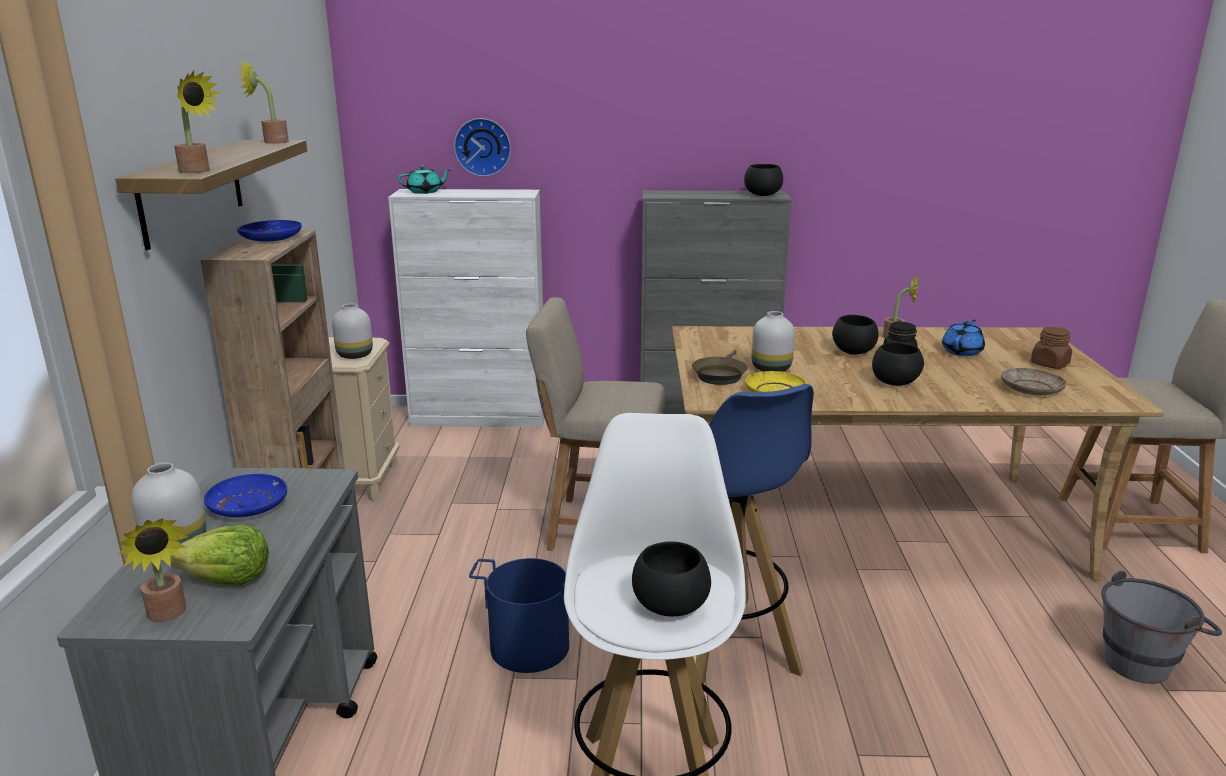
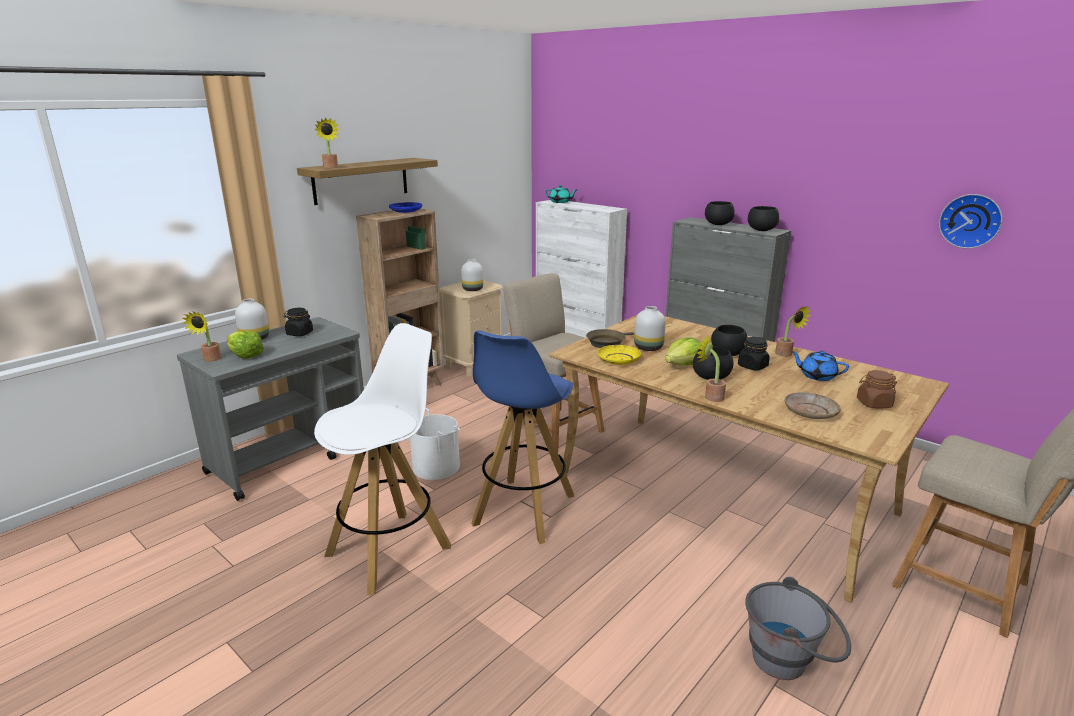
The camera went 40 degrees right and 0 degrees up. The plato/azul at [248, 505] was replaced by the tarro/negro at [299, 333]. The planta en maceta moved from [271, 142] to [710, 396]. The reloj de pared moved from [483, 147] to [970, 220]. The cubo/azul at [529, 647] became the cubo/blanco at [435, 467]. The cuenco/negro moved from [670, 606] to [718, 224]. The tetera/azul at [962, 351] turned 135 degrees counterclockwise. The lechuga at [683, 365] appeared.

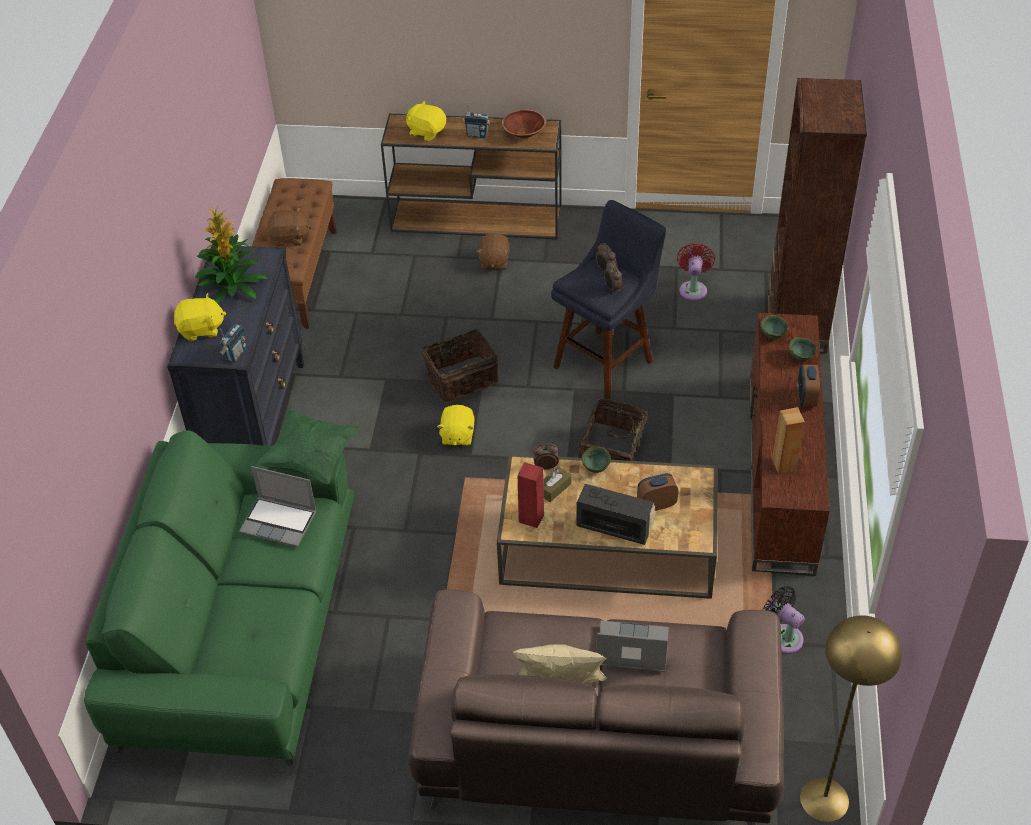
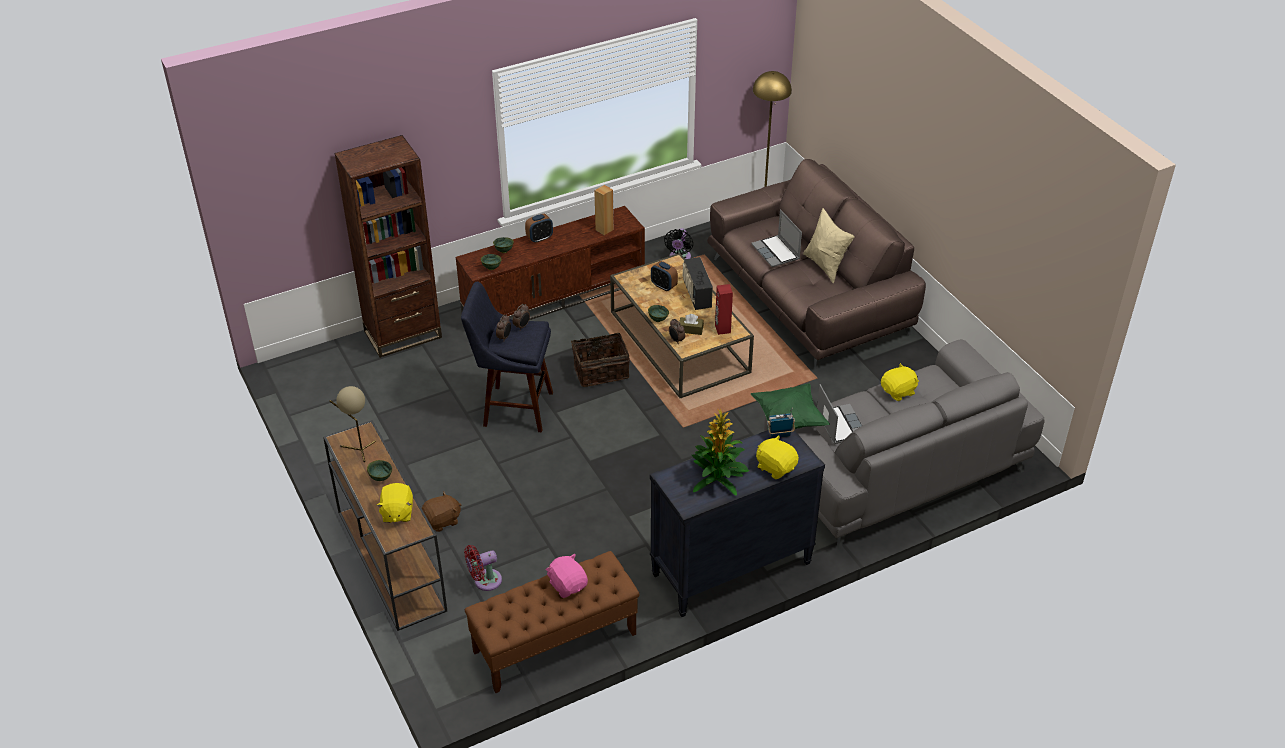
The camera went 125 degrees left and 5 degrees down. The sofá/verde at [241, 628] became the sofá/gris at [895, 468]. The peluche/marrón at [290, 238] became the peluche/rosa at [568, 585]. The cesta at [461, 378] disappeared. The peluche/amarillo moved from [457, 435] to [898, 392]. The radio at [477, 135] was replaced by the cuenco/verde at [380, 477]. The cuenco/marrón at [524, 133] was replaced by the lámpara de mesa/beis at [358, 449]. The ventilador/rojo moved from [693, 288] to [485, 581].

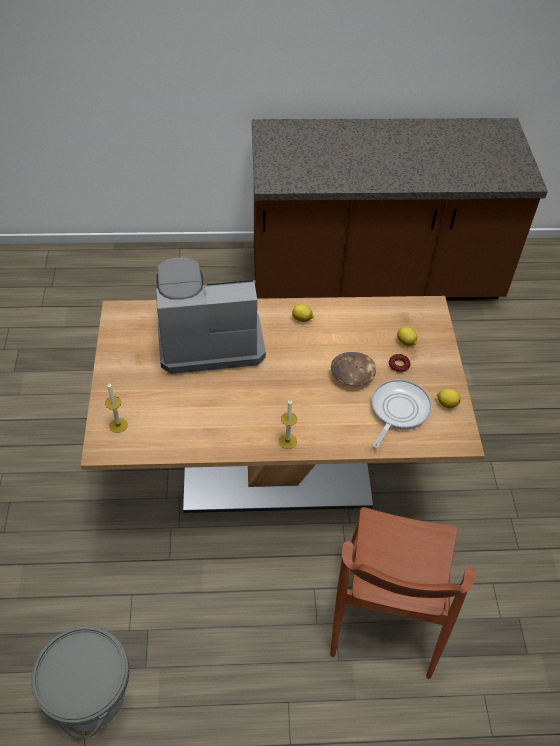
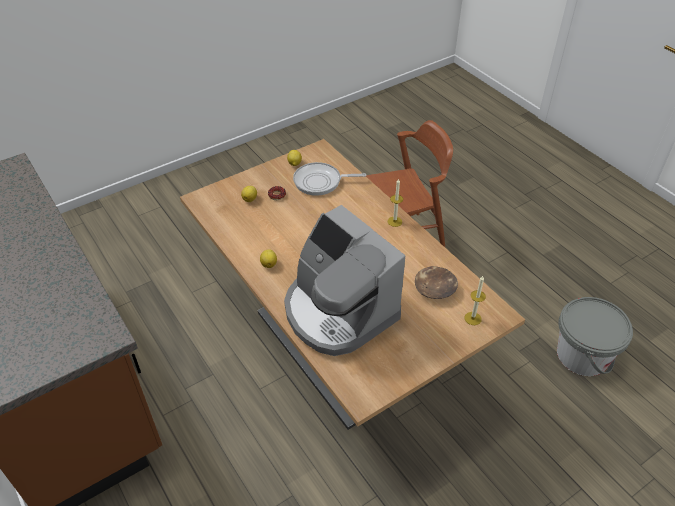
The camera went 120 degrees left and 5 degrees down. The cuenco/marrón moved from [352, 375] to [435, 288].

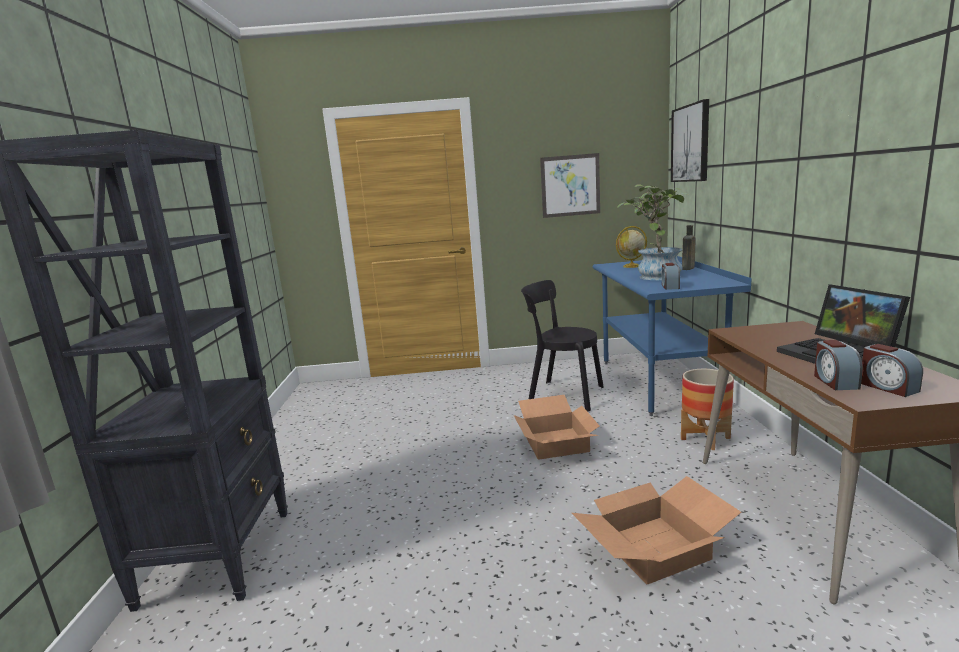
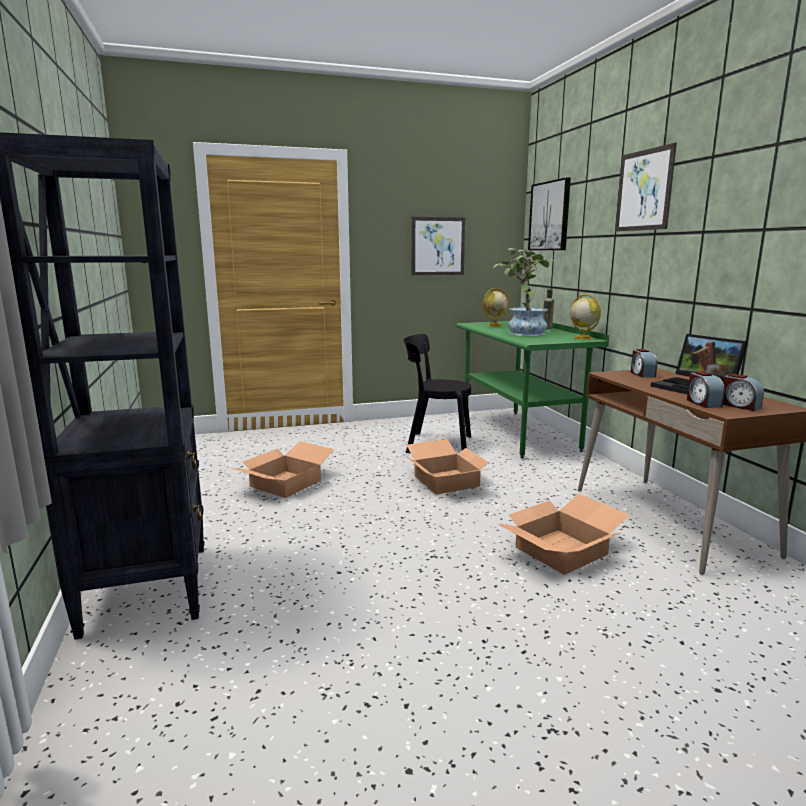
The camera went 15 degrees left and 0 degrees up. The escritorio/azul at [658, 383] became the escritorio/verde at [518, 433]. The despertador moved from [670, 286] to [642, 374]. The maceta at [705, 439] disappeared. The caja de cartón at [285, 484] appeared. The globo terráqueo at [582, 338] appeared. The cuadro at [644, 190] appeared.

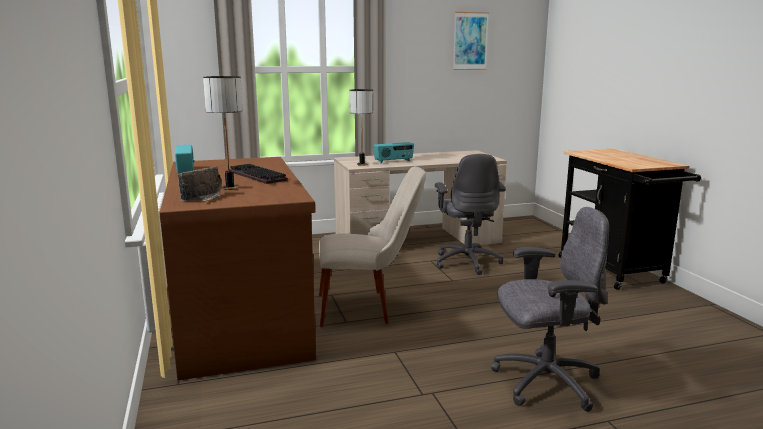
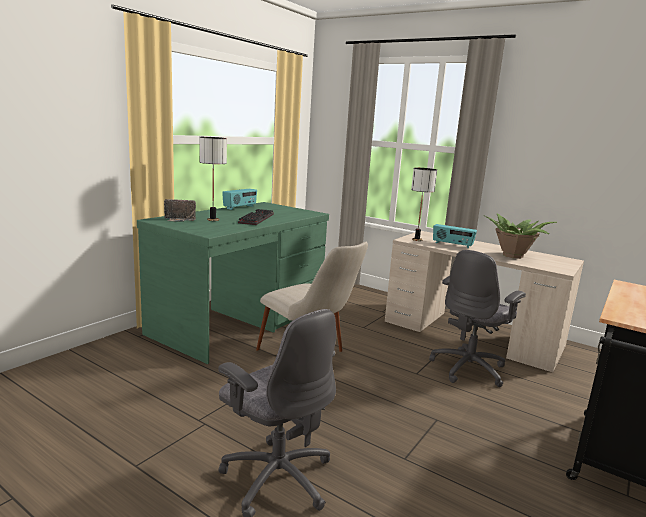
The camera went 50 degrees right and 0 degrees up. The escritorio/marrón at [242, 315] became the escritorio/verde at [240, 321]. The cuadro at [470, 41] disappeared. The planta en maceta at [513, 256] appeared.

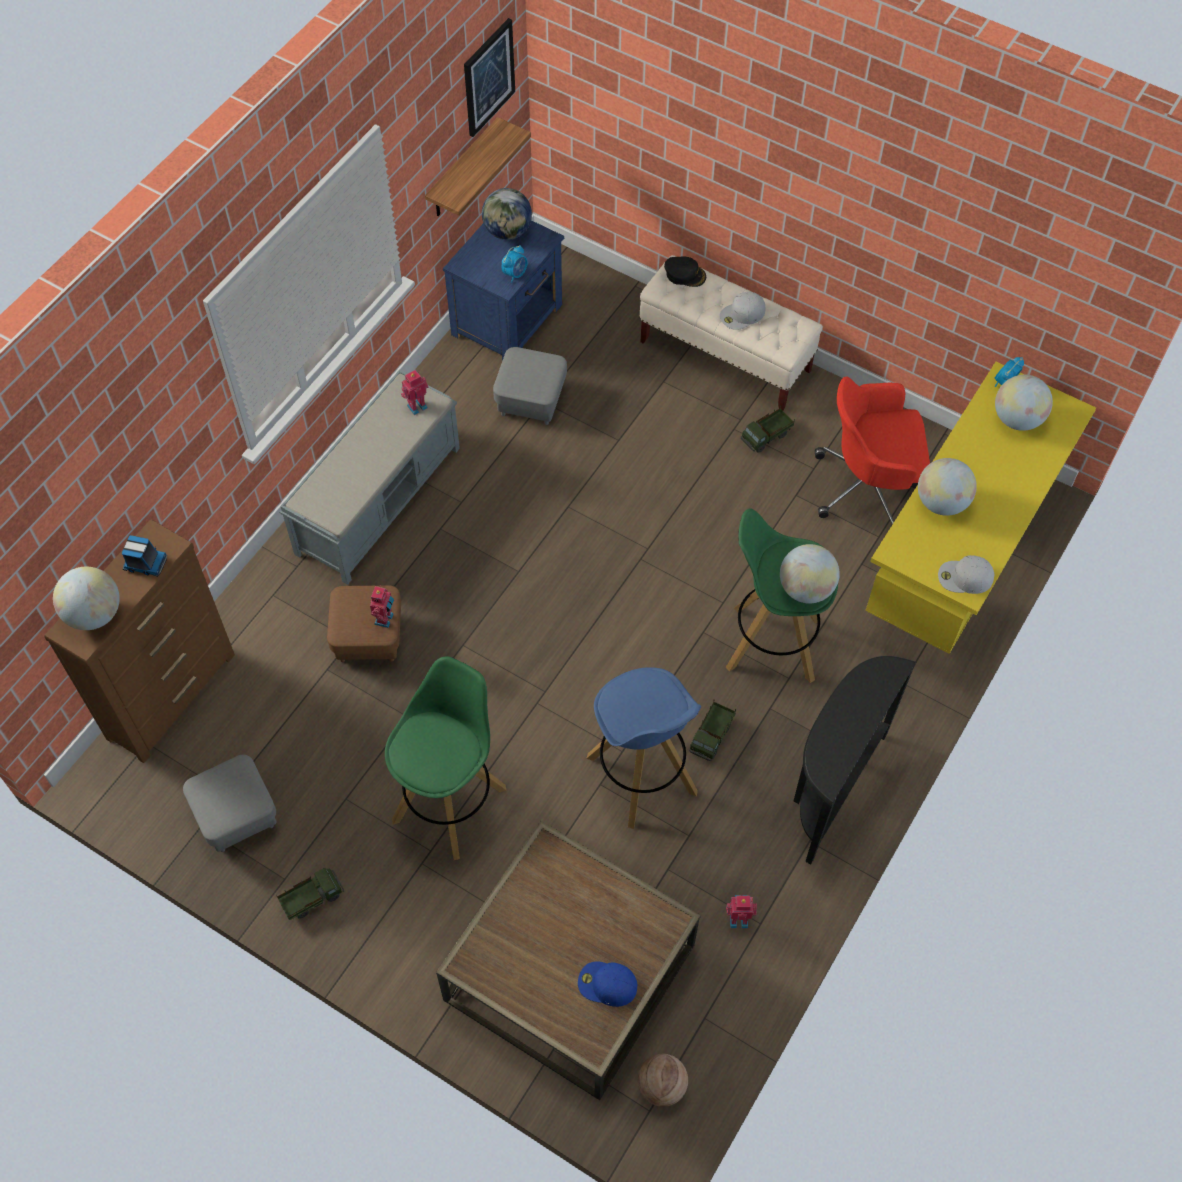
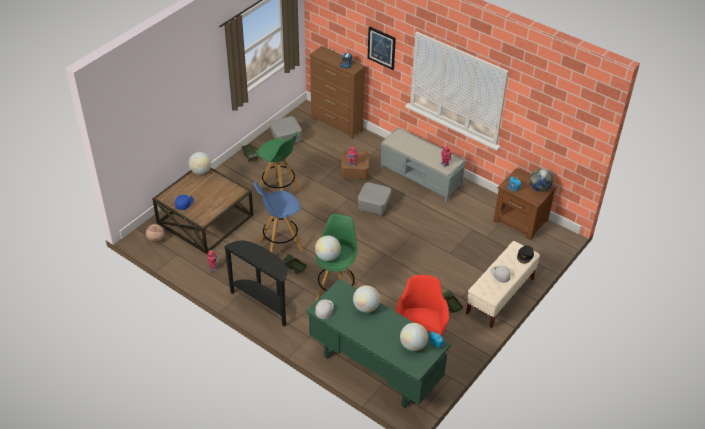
The camera went 95 degrees right and 15 degrees down. The globo terráqueo moved from [94, 614] to [201, 171]. The estante at [462, 170] disappeared. The mesita de noche/azul at [508, 319] became the mesita de noche/marrón at [520, 221]. The cuadro moved from [488, 77] to [381, 47]. The puf/gris moved from [531, 401] to [374, 207]. The escritorio/amarillo at [959, 558] became the escritorio/verde at [374, 369].

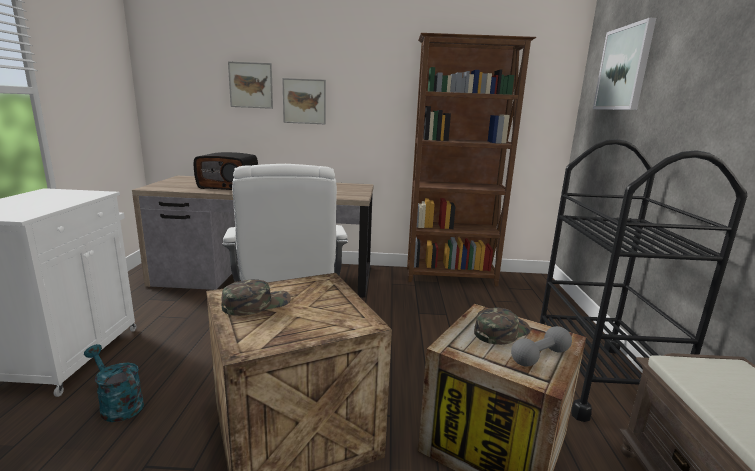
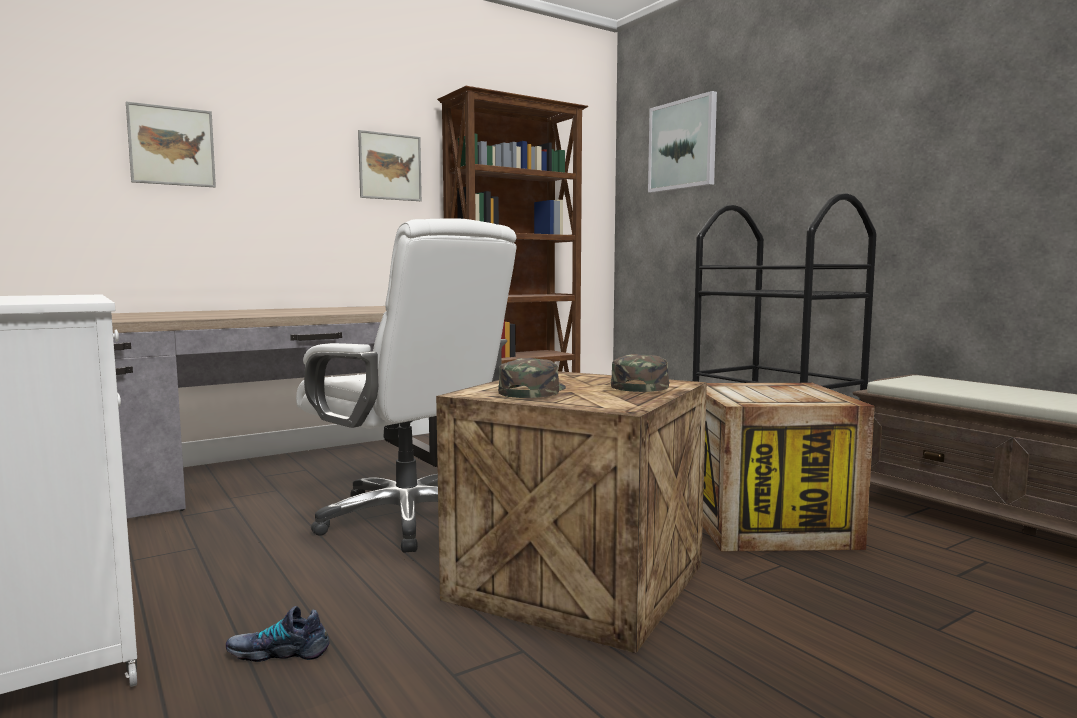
The camera went 35 degrees left and 10 degrees down. The regadera/turquesa at [118, 405] was replaced by the zapato at [279, 652]. The radio at [229, 186] disappeared. The cuadro moved from [304, 101] to [390, 167]. The gorra/verde moved from [501, 331] to [640, 386]. The mancuerna/gris at [540, 357] disappeared.

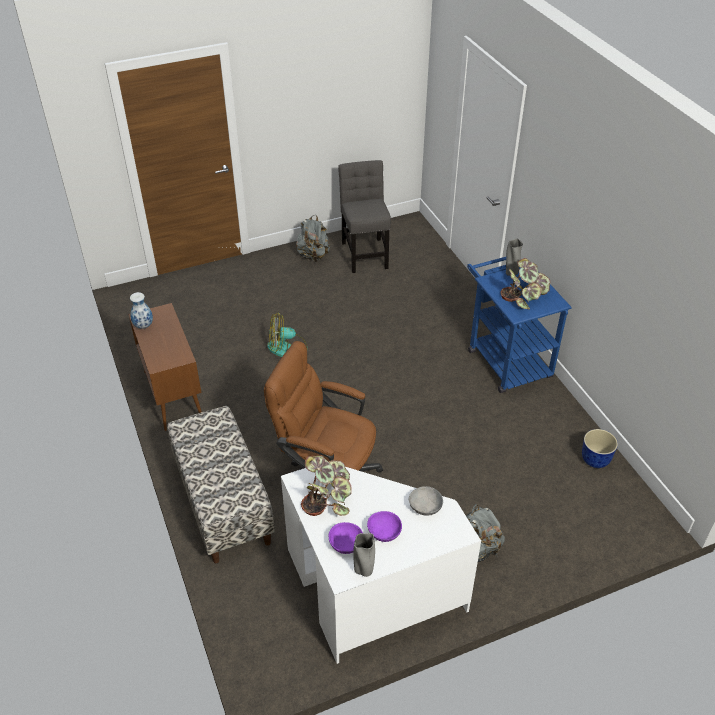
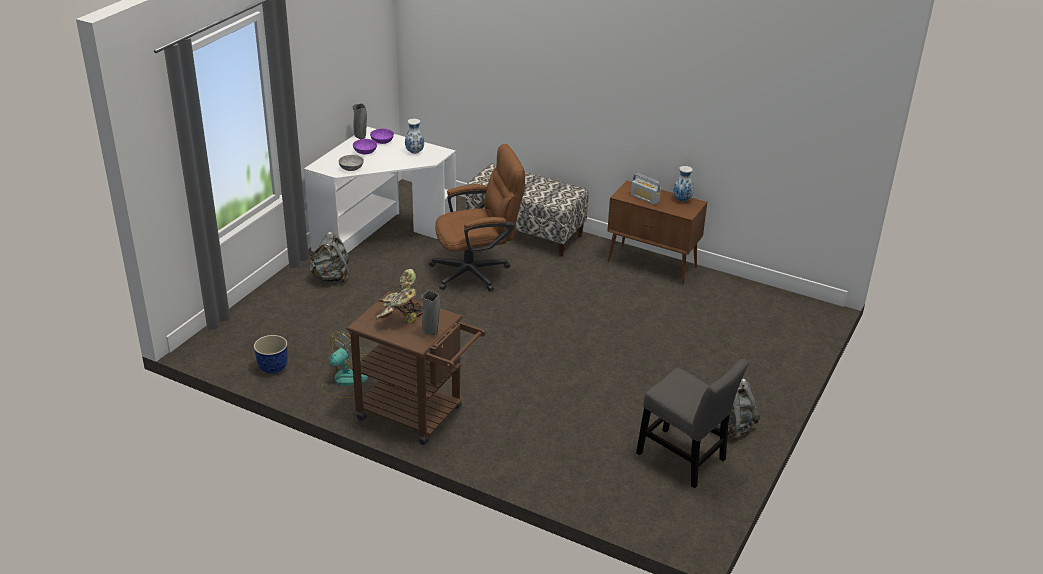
The camera went 140 degrees right and 10 degrees down. The ventilador moved from [287, 348] to [344, 382]. The planta en maceta at [328, 497] was replaced by the florero at [415, 152]. The carrito/azul at [505, 359] became the carrito/marrón at [418, 415]. The radio at [645, 198] appeared.

